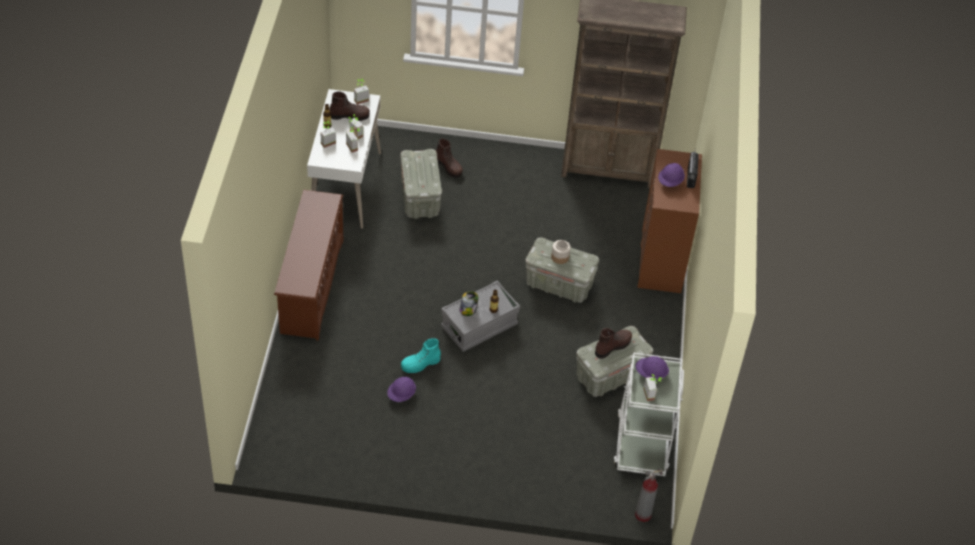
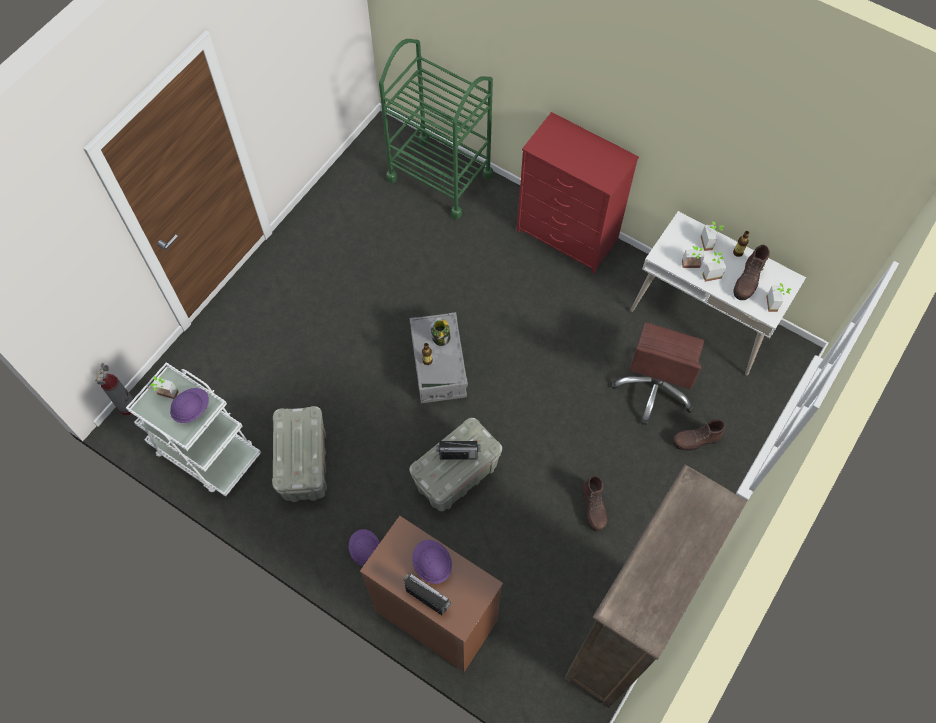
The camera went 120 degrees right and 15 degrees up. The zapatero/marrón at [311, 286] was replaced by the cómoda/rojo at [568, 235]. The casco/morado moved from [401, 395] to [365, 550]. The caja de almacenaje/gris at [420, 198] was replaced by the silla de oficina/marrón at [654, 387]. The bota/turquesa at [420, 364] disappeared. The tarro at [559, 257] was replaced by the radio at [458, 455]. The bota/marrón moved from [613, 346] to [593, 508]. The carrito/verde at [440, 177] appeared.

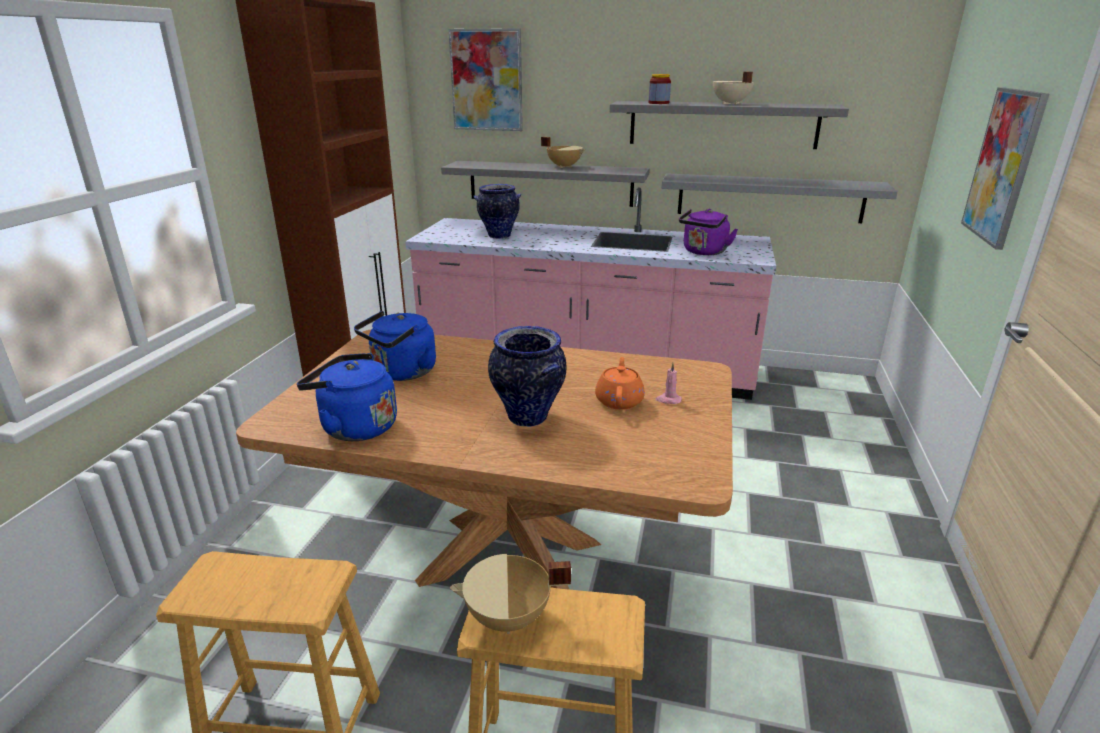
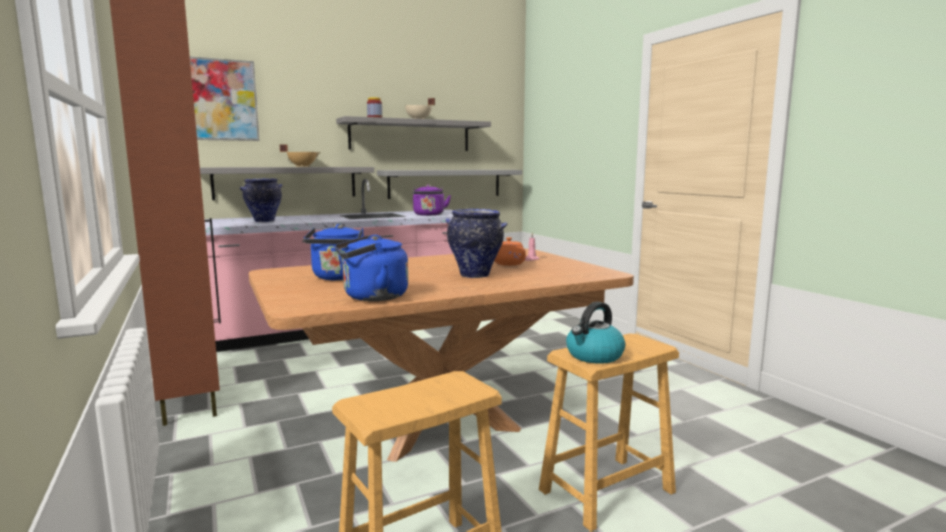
The camera went 40 degrees left and 15 degrees down. The olla/beis at [508, 619] was replaced by the hervidor at [594, 356]. The cuadro at [1003, 166] disappeared.

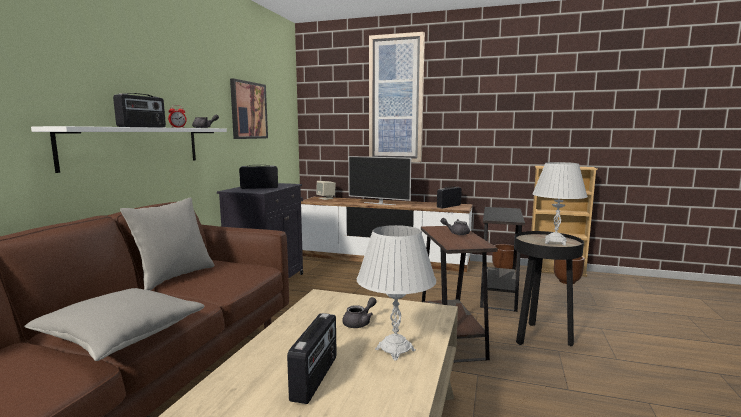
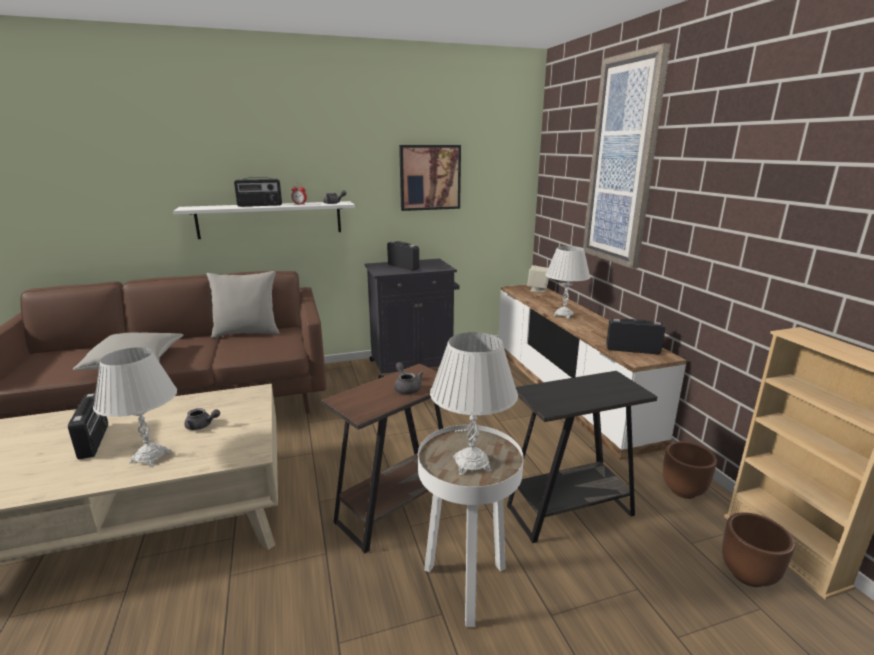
The camera went 55 degrees right and 10 degrees up. The radio at [316, 378] turned 90 degrees counterclockwise. The televisor at [379, 203] was replaced by the lámpara de mesa/blanco at [564, 315]. The mesa auxiliar/negro at [540, 338] became the mesa auxiliar/blanco at [466, 586].

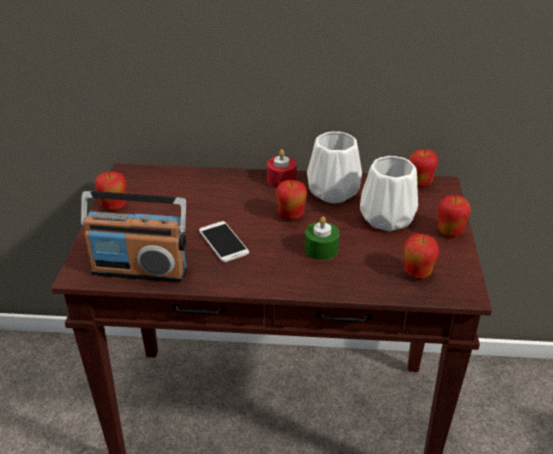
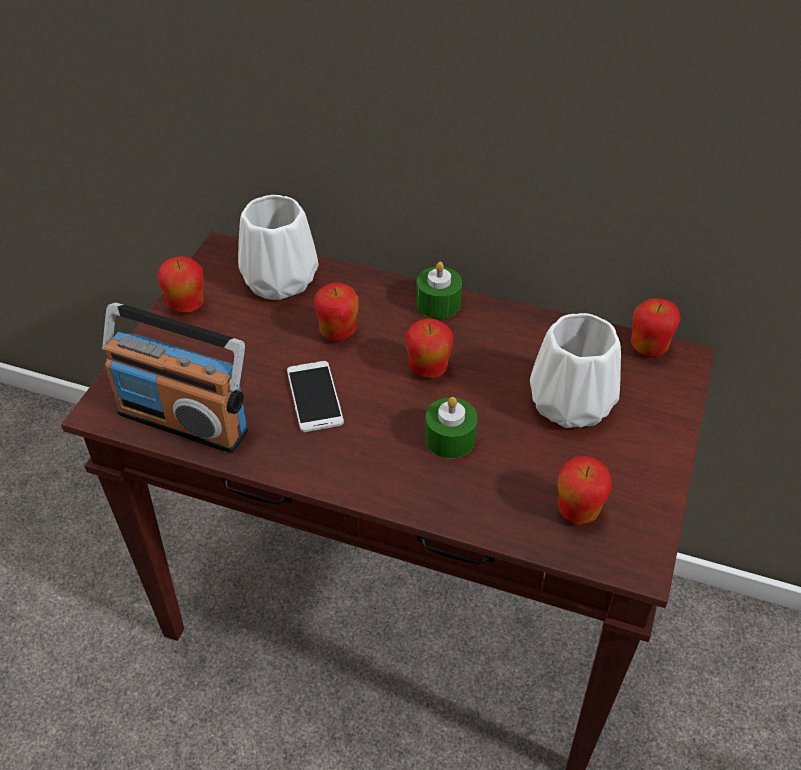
The camera went 15 degrees right and 10 degrees up. The vela/rojo at [281, 180] became the vela/verde at [438, 303]. The florero/blanco moved from [334, 192] to [280, 281]. The manzana moved from [450, 232] to [338, 333].

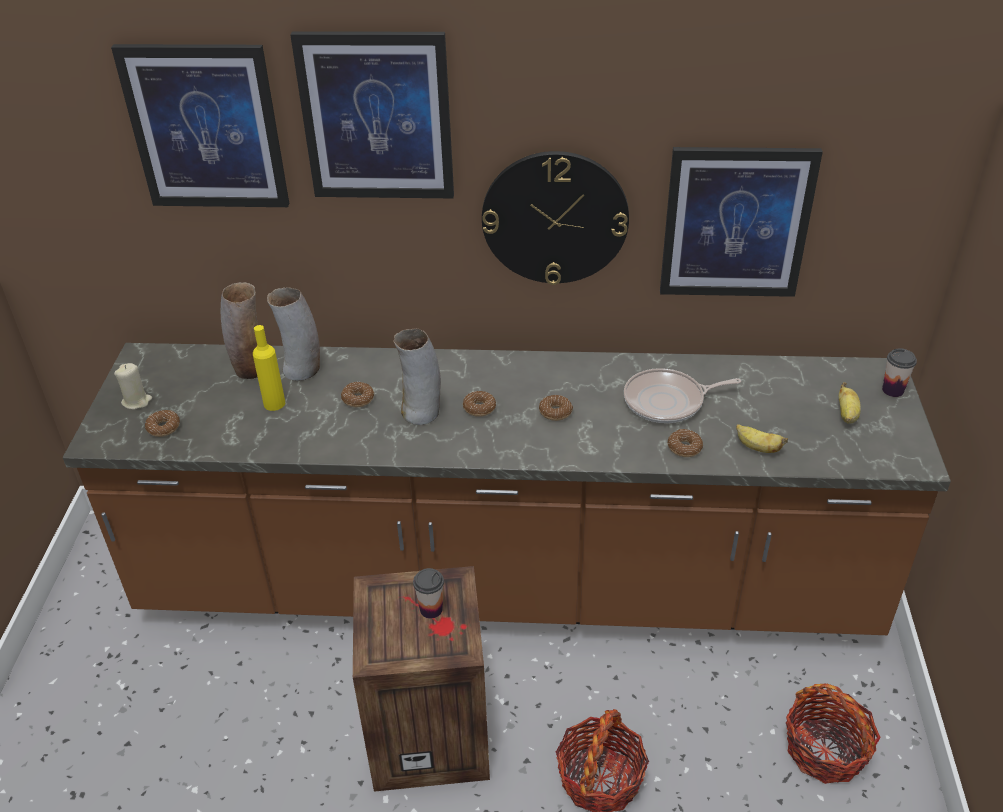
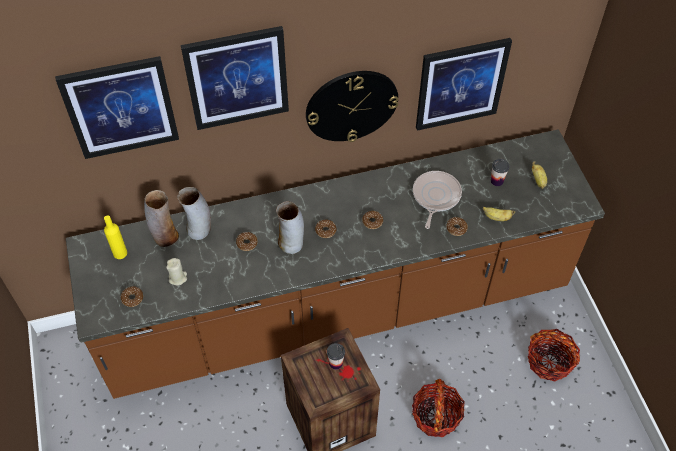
The camera went 20 degrees left and 15 degrees up. The vela/beis moved from [137, 401] to [178, 278]. The botella/amarillo moved from [274, 403] to [120, 253]. The sartén at [668, 401] turned 135 degrees clockwise. The taza moved from [892, 390] to [497, 181].

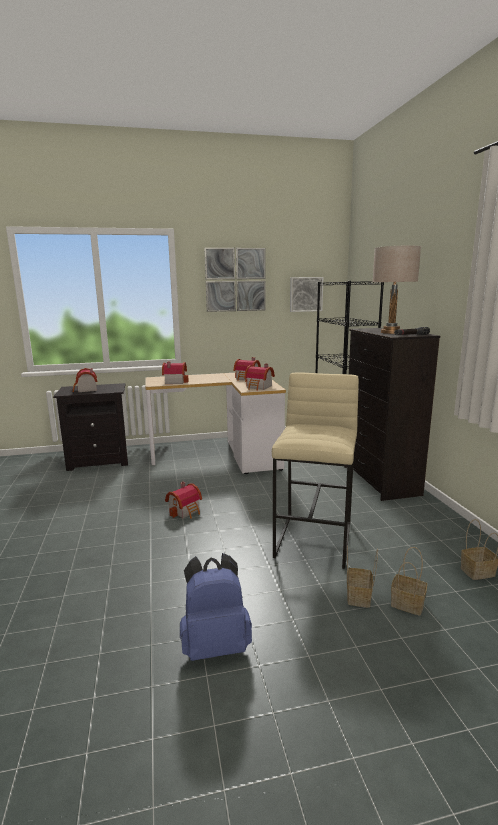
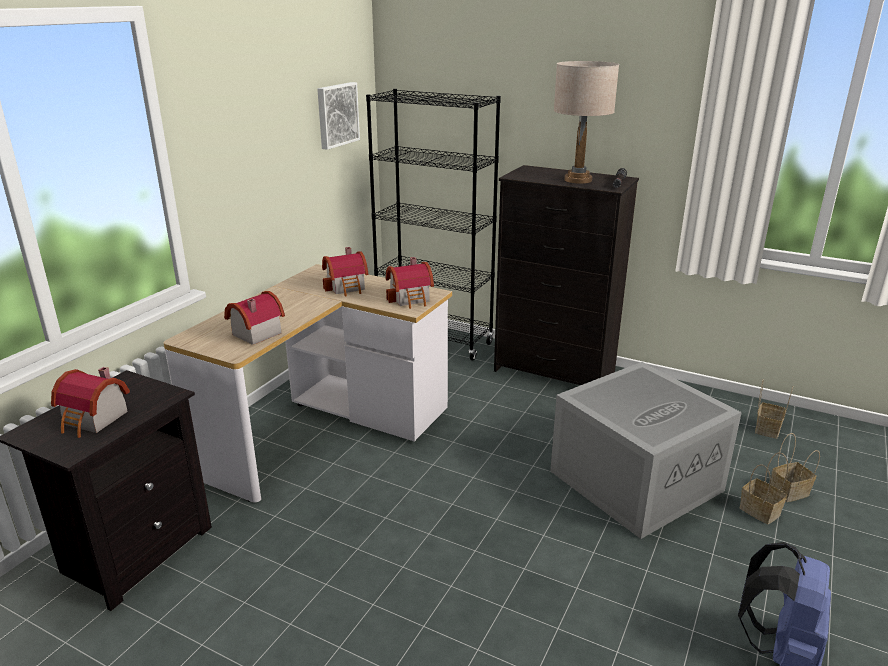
The camera went 50 degrees left and 10 degrees up. The casita at [186, 511] disappeared. The cuadro at [235, 280] disappeared. The taburete/beis at [315, 540] was replaced by the caja de almacenaje/gris at [635, 479].

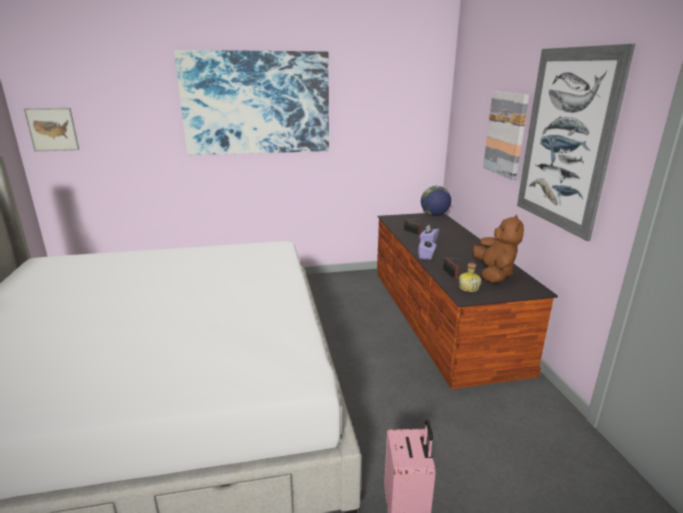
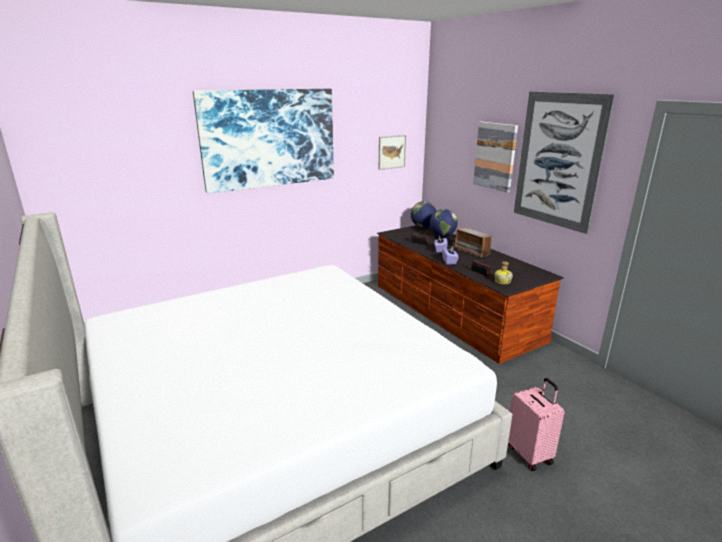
The camera went 20 degrees left and 0 degrees up. The cuadro moved from [52, 129] to [391, 152]. The peluche/marrón at [493, 274] disappeared. The globo terráqueo at [442, 236] appeared. The radio at [472, 251] appeared.

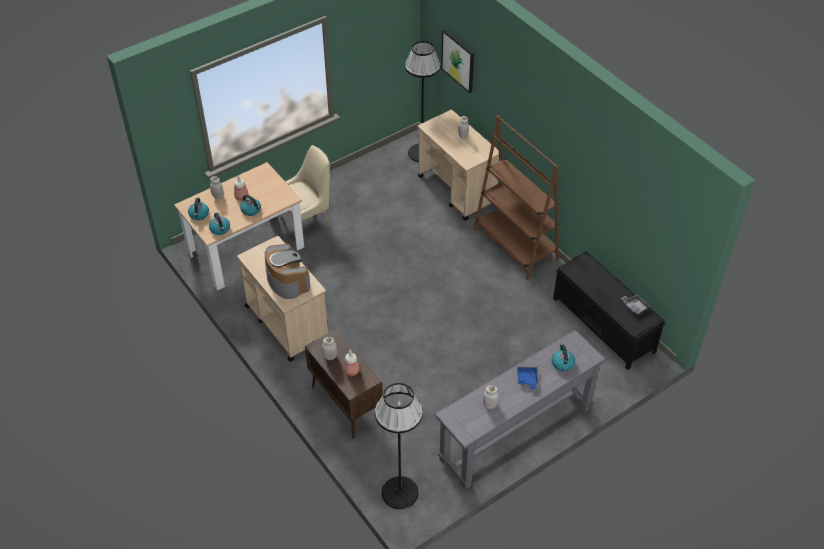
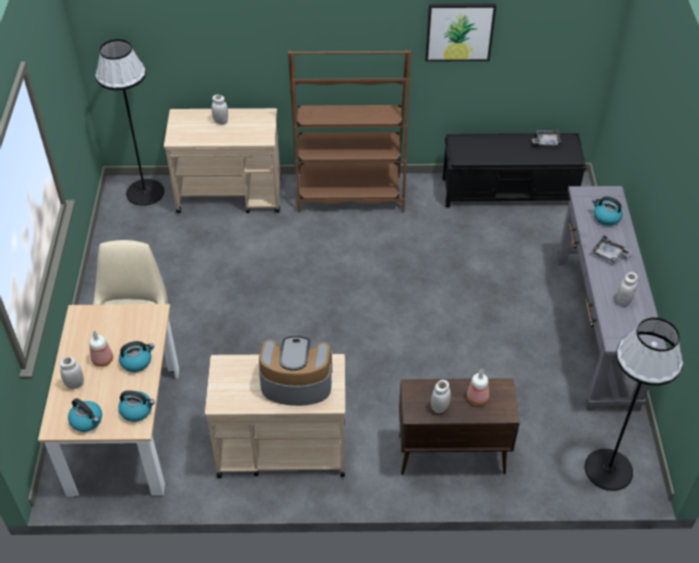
The camera went 55 degrees left and 0 degrees up. The cuadro moved from [458, 60] to [459, 31]. The bandeja/azul at [527, 379] became the bandeja/gris at [609, 254].

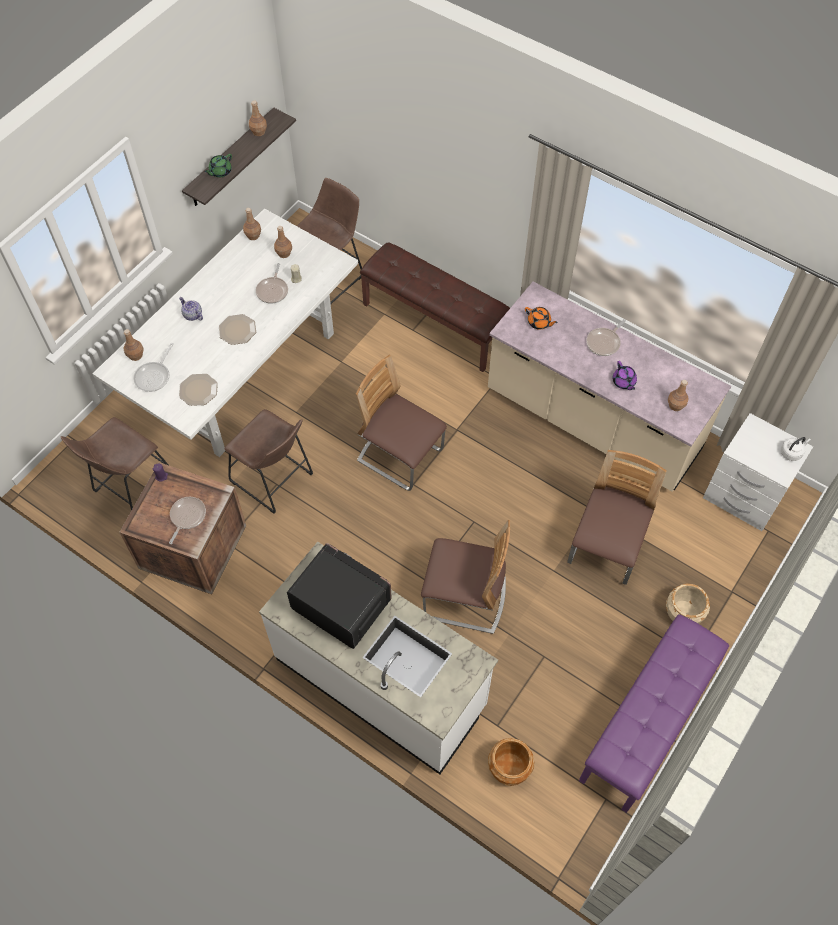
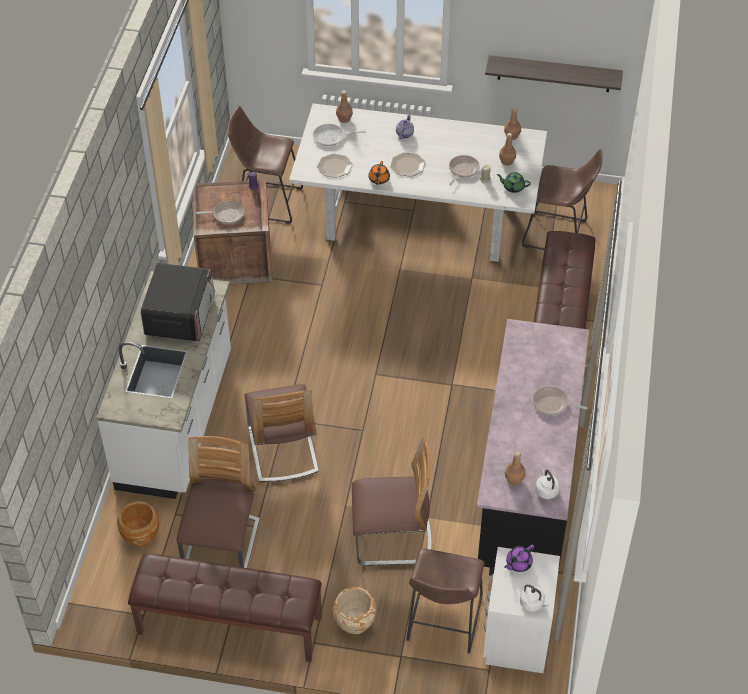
The camera went 65 degrees right and 10 degrees down. The tetera/verde moved from [220, 172] to [513, 187]. The taburete/marrón moved from [274, 481] to [442, 623]. The botella/marrón at [259, 132] disappeared. The sartén at [273, 290] turned 135 degrees clockwise. The silla moved from [400, 456] to [221, 544]. The mueble bajo de cocina/beis at [592, 422] became the mueble bajo de cocina/negro at [526, 484]. The tetera/naranja moved from [539, 323] to [378, 179]. The banco/morado at [648, 723] became the banco/marrón at [229, 626]. The tetera/morado moved from [623, 382] to [518, 563]. The hervidor/blanco at [546, 490] appeared.

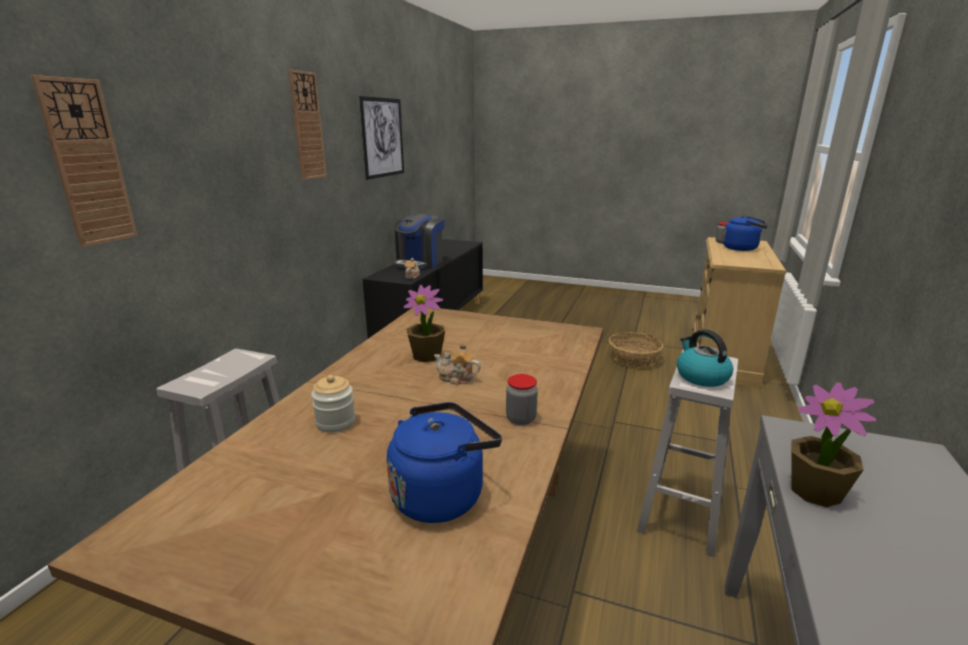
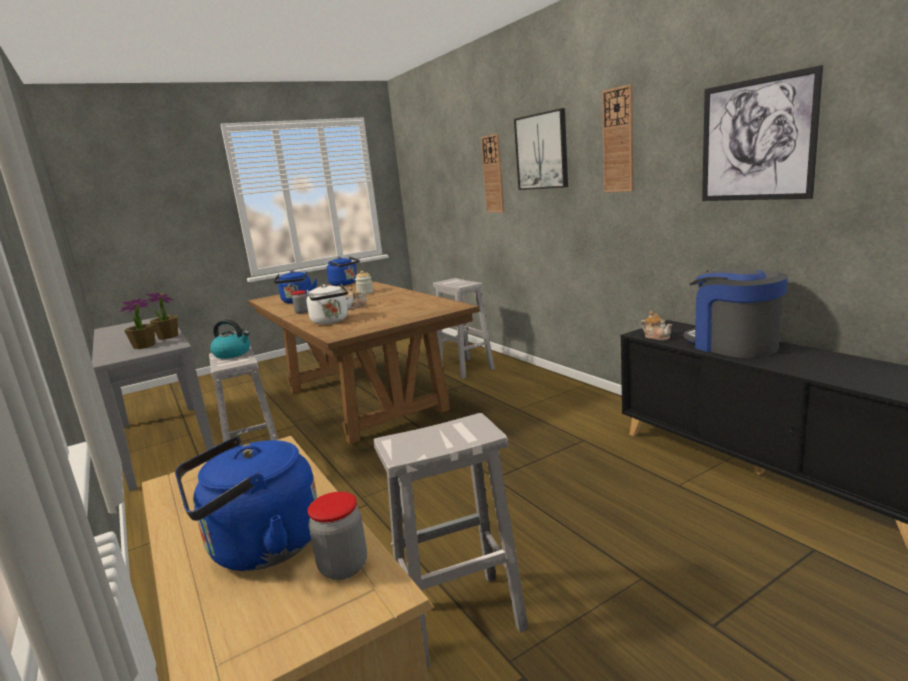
The camera went 130 degrees right and 5 degrees down. The planta en maceta moved from [427, 356] to [144, 346]. The cesta at [634, 359] was replaced by the taburete/blanco at [458, 619]. The hervidor/blanco at [331, 321] appeared. The hervidor/azul at [345, 284] appeared. The cuadro at [542, 151] appeared.

